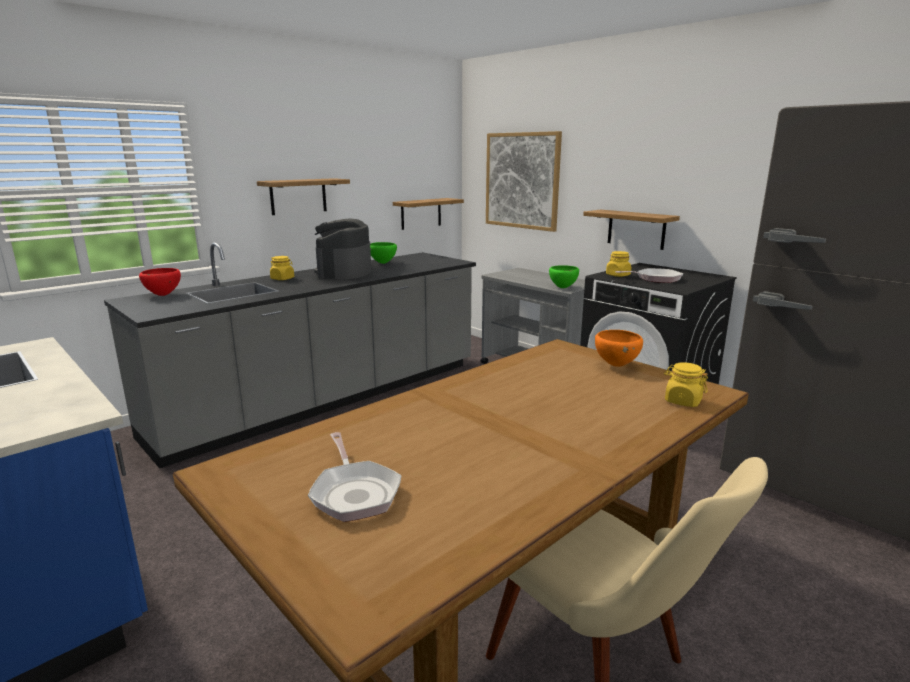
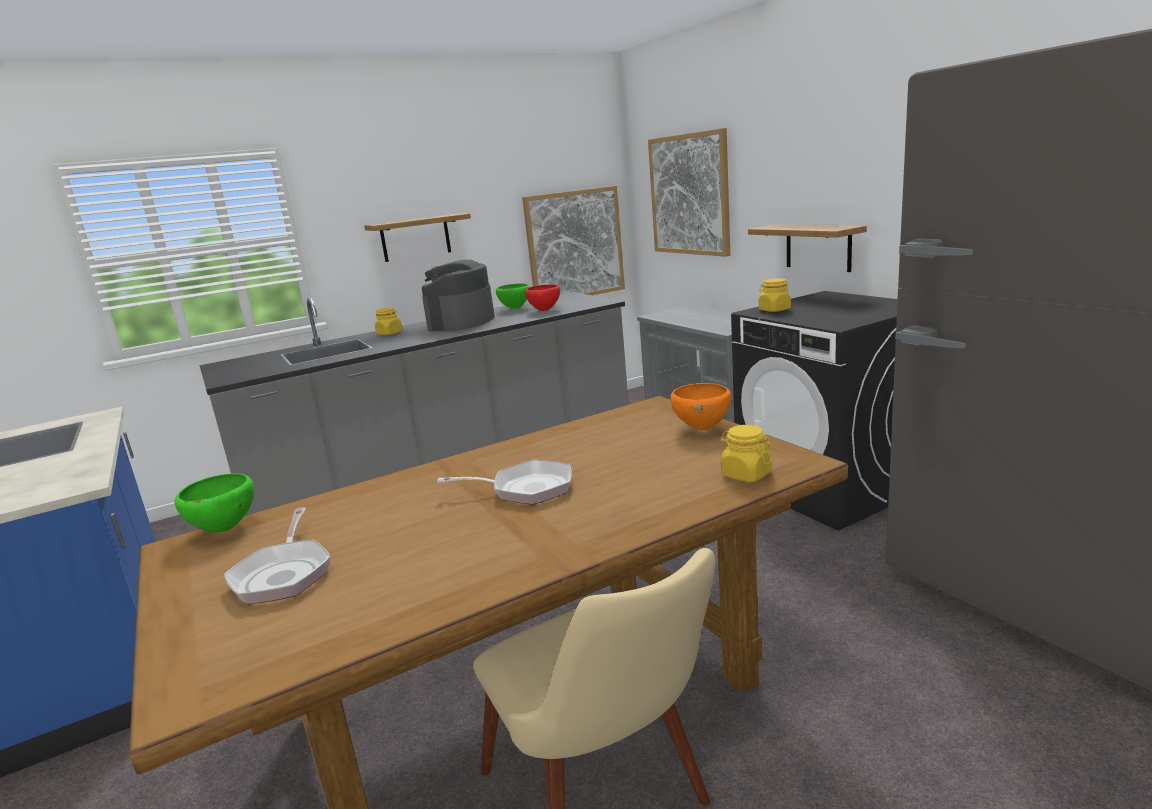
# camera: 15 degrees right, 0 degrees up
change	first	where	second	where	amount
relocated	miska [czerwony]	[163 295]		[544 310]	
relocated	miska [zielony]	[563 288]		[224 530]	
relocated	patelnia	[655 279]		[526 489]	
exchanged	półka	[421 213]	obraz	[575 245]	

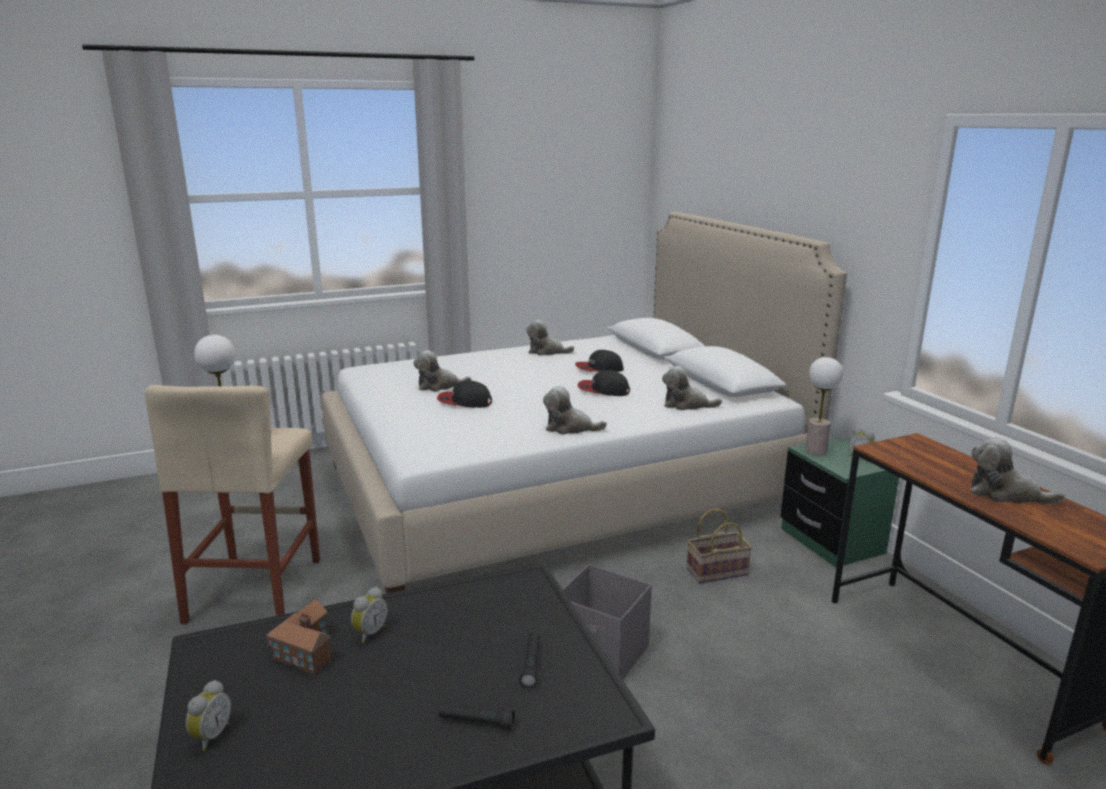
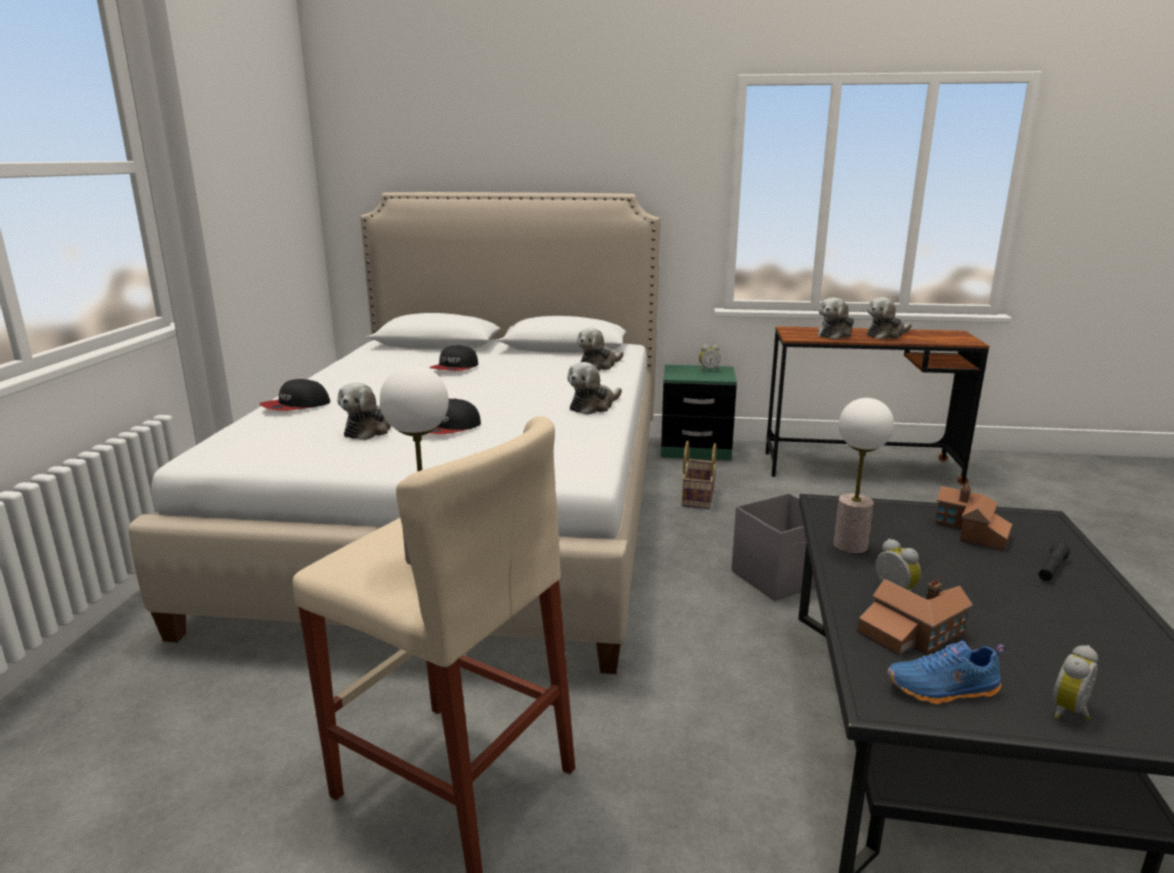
# camera: 60 degrees left, 0 degrees up
change	first	where	second	where	amount
appeared			but [niebieski]	[943 690]	
relocated	pluszak	[546 352]		[836 334]	
relocated	czapka z daszkiem	[603 390]		[295 406]	
relocated	lampa stołowa	[815 450]		[849 546]	
exchanged	latarka [czarny]	[531 665]	domek	[970 532]	
spun	budzik	[210 736]		[1072 712]	90 degrees counterclockwise

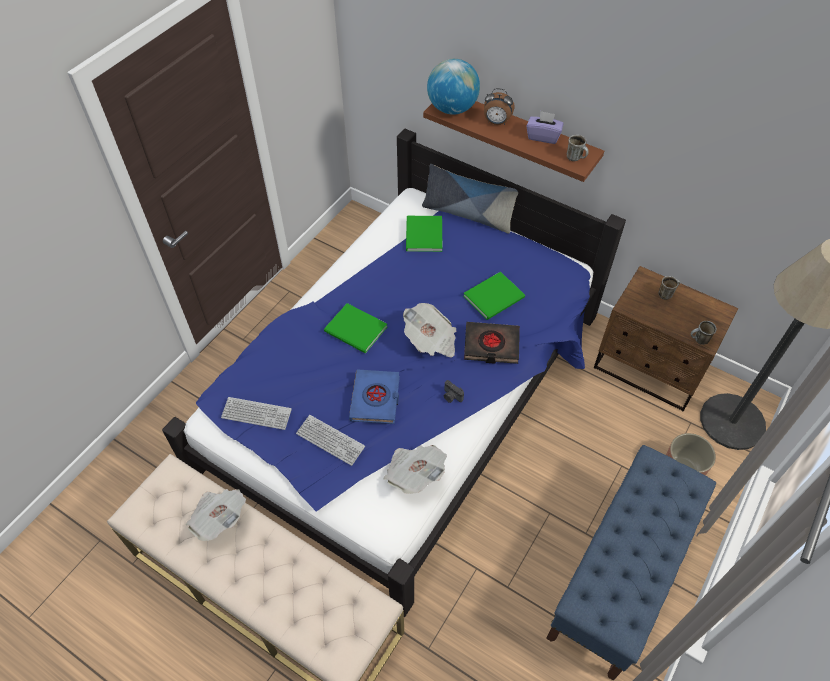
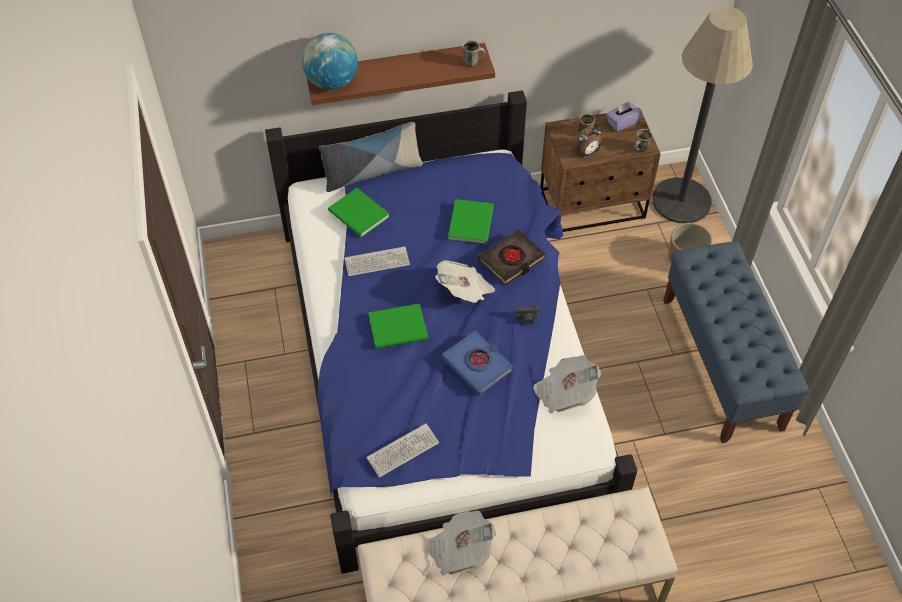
# camera: 45 degrees left, 0 degrees up
change	first	where	second	where	amount
relocated	klawiatura	[330 440]		[377 262]	
relocated	budzik	[496 122]		[587 153]	
relocated	pudełko chusteczek [fioletowy]	[543 136]		[622 123]	

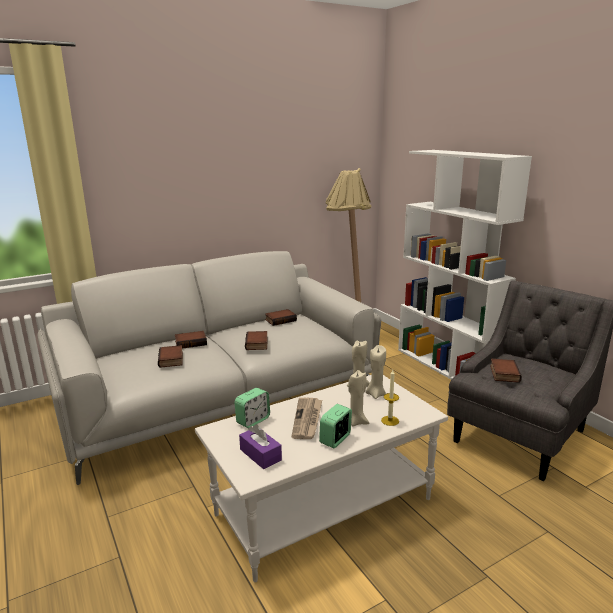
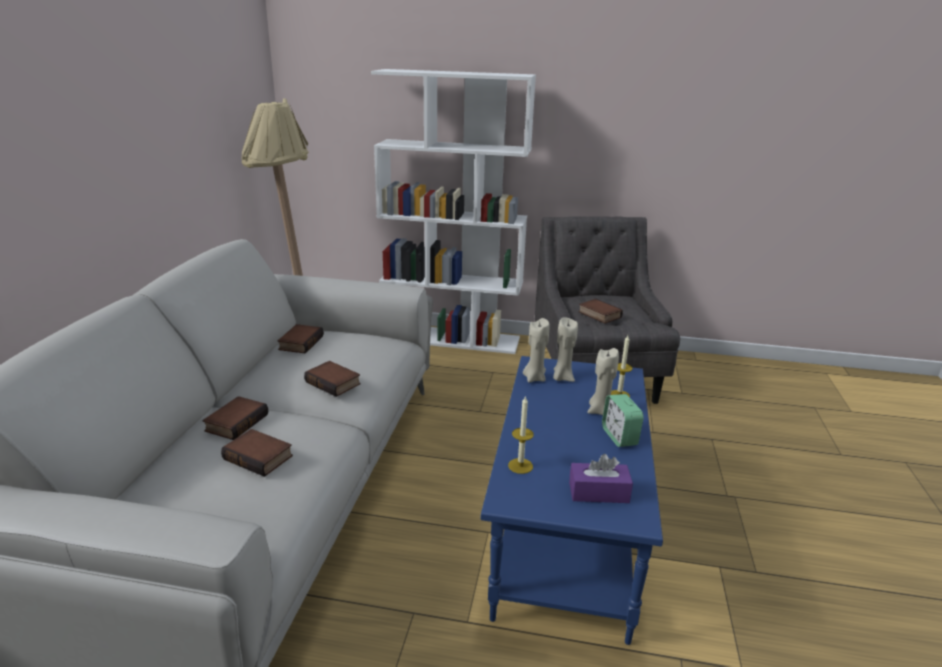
# camera: 50 degrees left, 5 degrees up
change	first	where	second	where	amount
missing	gazeta	[307 419]			
exchanged	budzik	[253 420]	świeca	[520 466]	
colour	ława [biały]	[323 505]	ława [niebieski]	[564 530]	

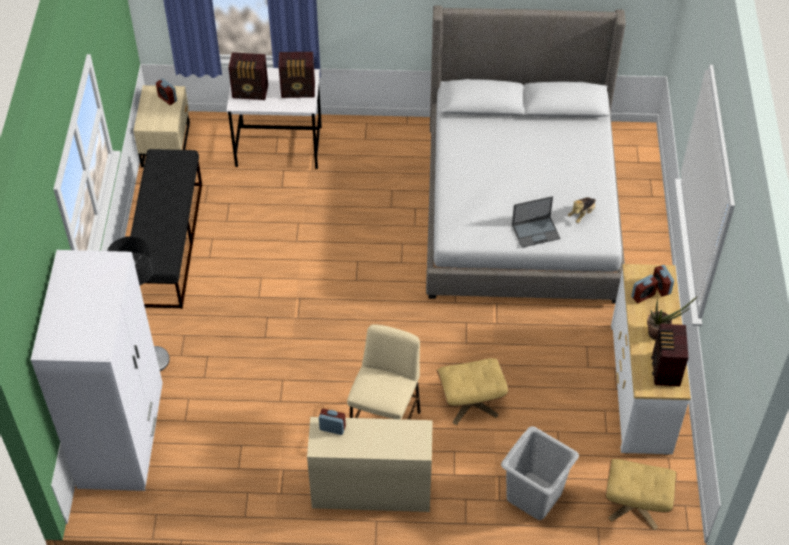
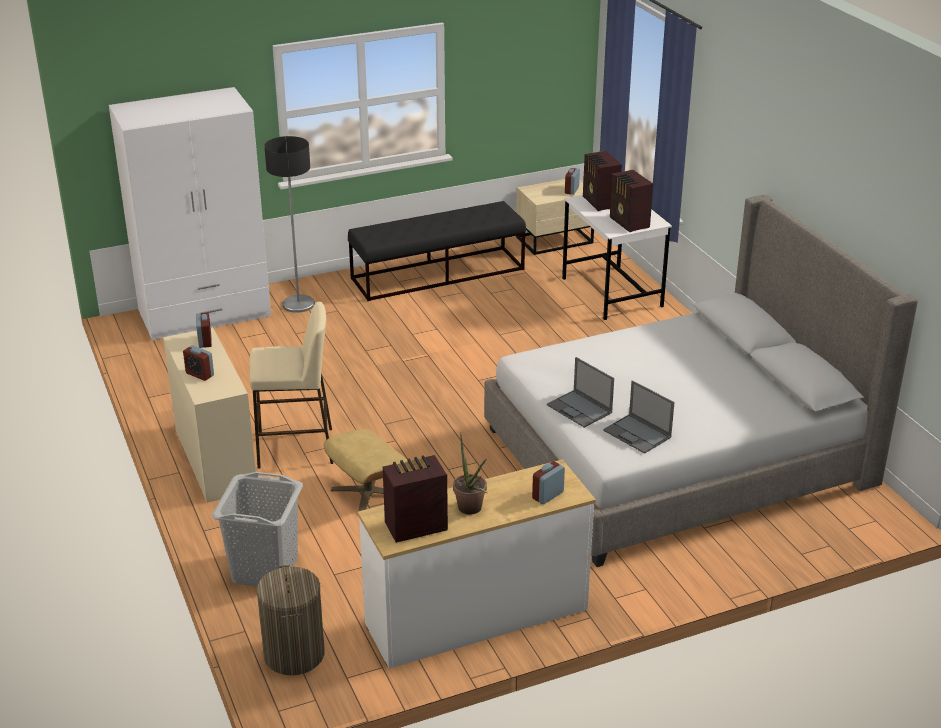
# camera: 65 degrees right, 20 degrees down
change	first	where	second	where	amount
relocated	budzik	[643 295]		[200 374]	
exchanged	pluszak	[582 214]	laptop	[638 434]	
exchanged	pufa [beżowy]	[635 504]	kosz na pranie	[294 654]	

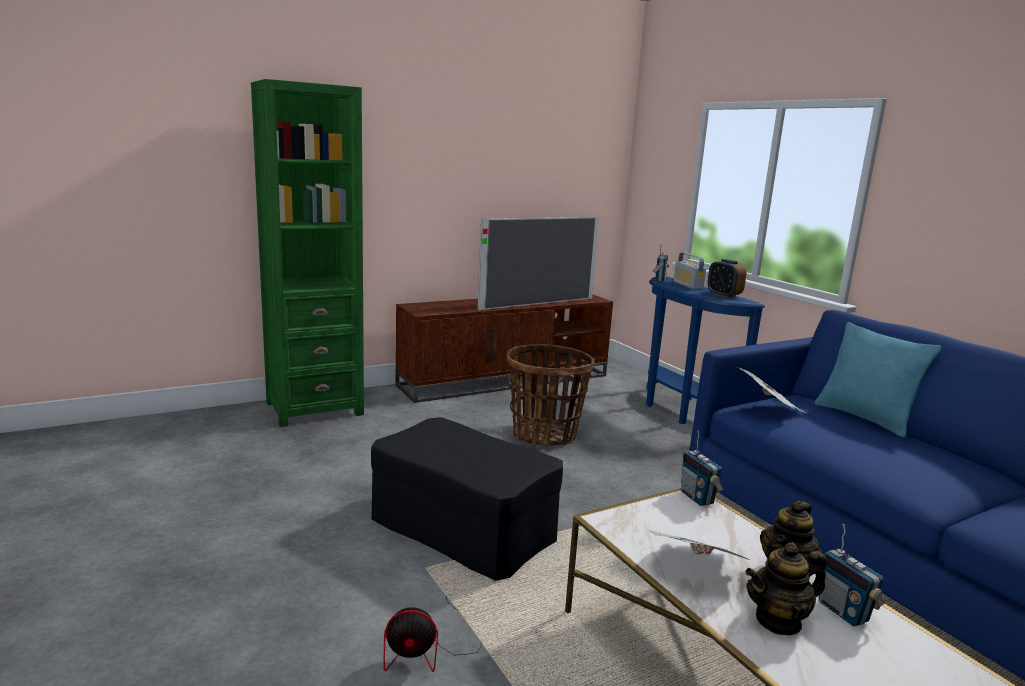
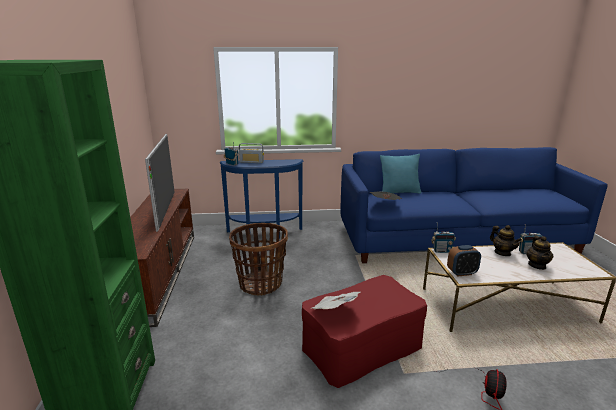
# camera: 65 degrees left, 5 degrees up
change	first	where	second	where	amount
relocated	gazeta	[696 568]		[335 311]	
relocated	budzik	[723 295]		[462 273]	
colour	pufa [czarny]	[464 527]	pufa [czerwony]	[361 346]	

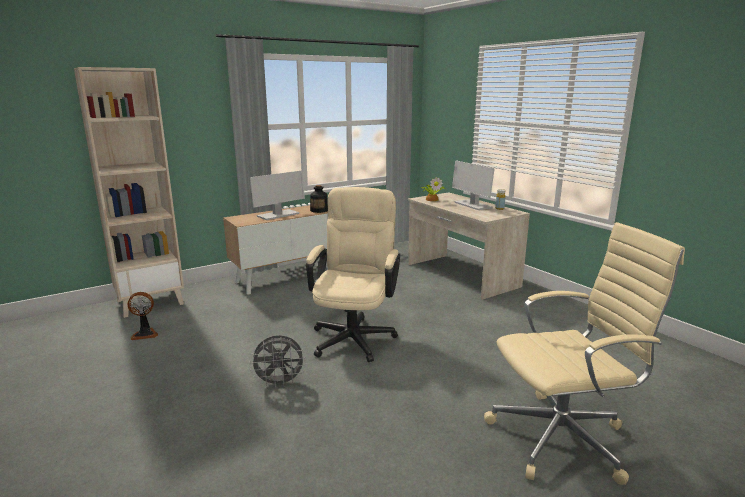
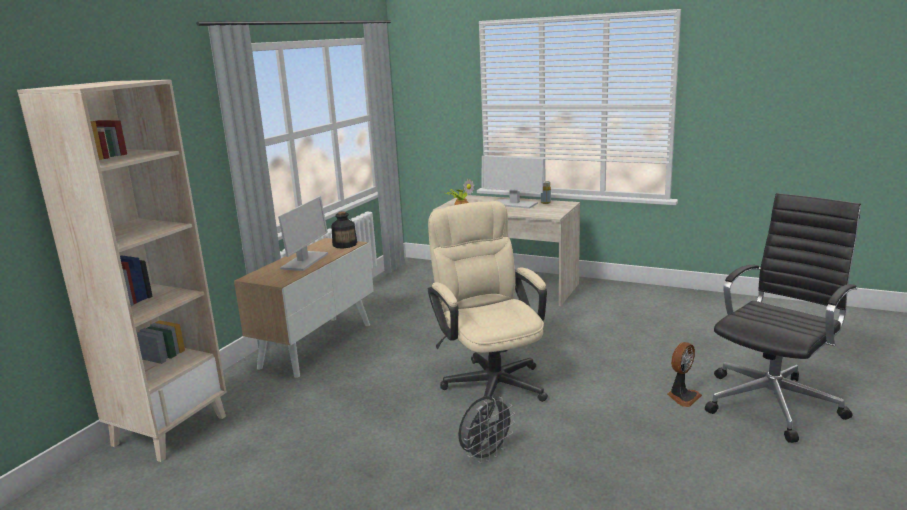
# camera: 30 degrees left, 0 degrees up
change	first	where	second	where	amount
relocated	wentylator	[145 334]		[682 396]	
colour	krzesło biurowe [beżowy]	[563 438]	krzesło biurowe [czarny]	[773 402]	

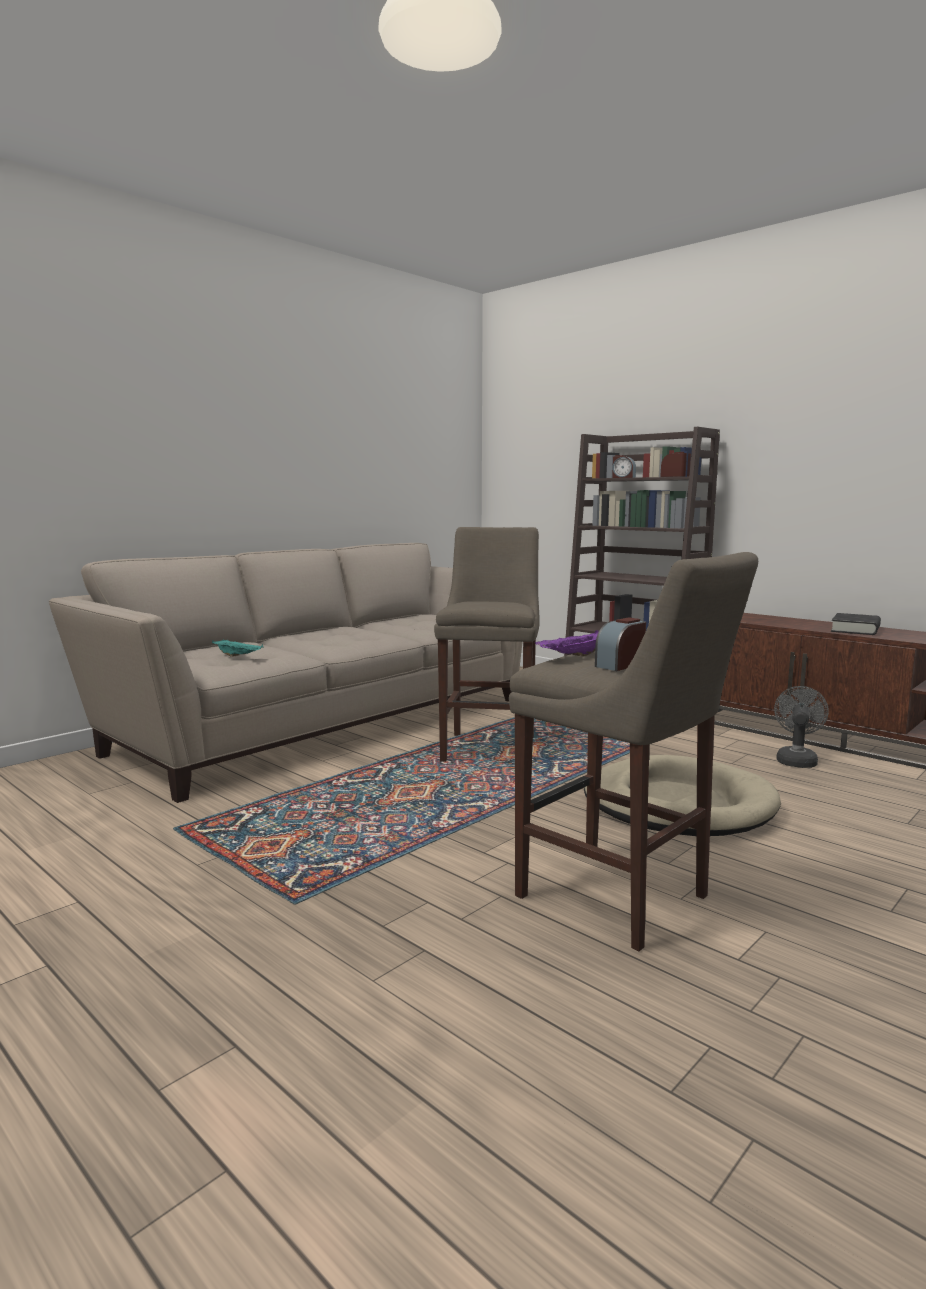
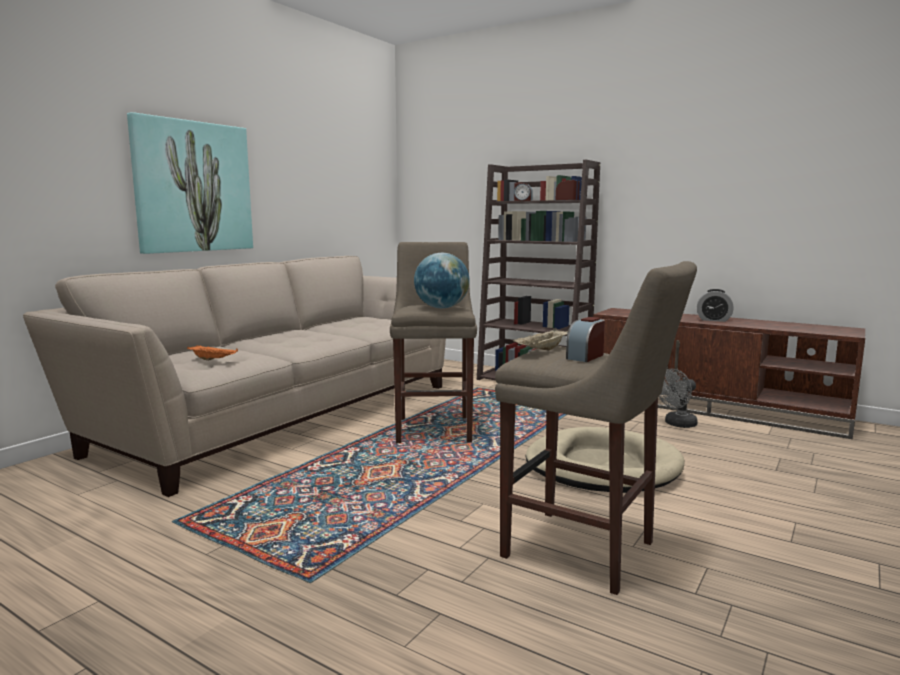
# camera: 10 degrees left, 0 degrees up
change	first	where	second	where	amount
appeared			obraz	[193 187]	
appeared			globus	[442 308]	
exchanged	książka [czarny]	[855 629]	budzik	[713 320]	
colour	taca [turkusowy]	[238 656]	taca [pomarańczowy]	[214 360]	
colour	taca [fioletowy]	[574 656]	taca [beżowy]	[542 351]	
spun	wentylator [szary]	[796 760]		[677 424]	135 degrees counterclockwise

